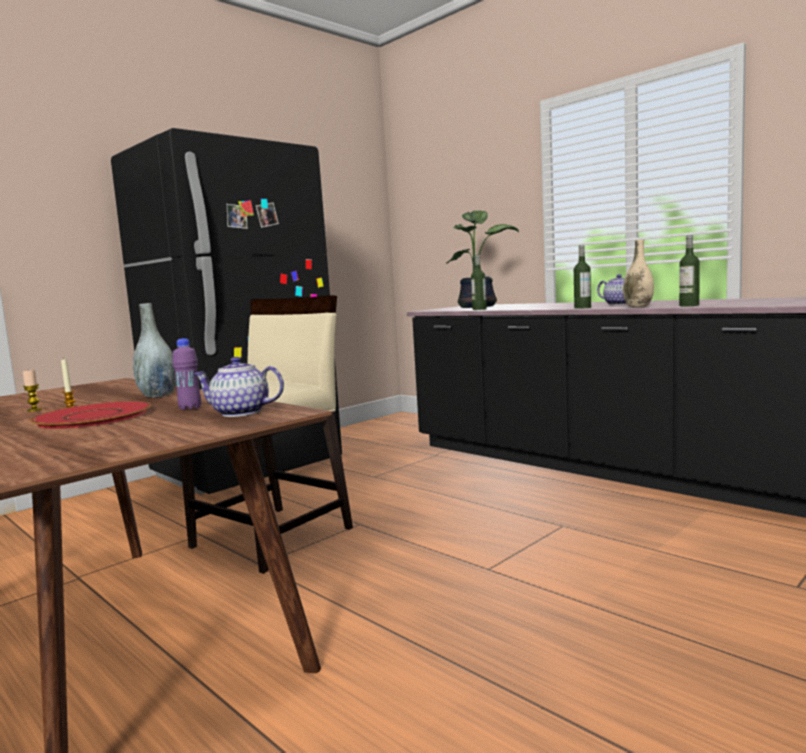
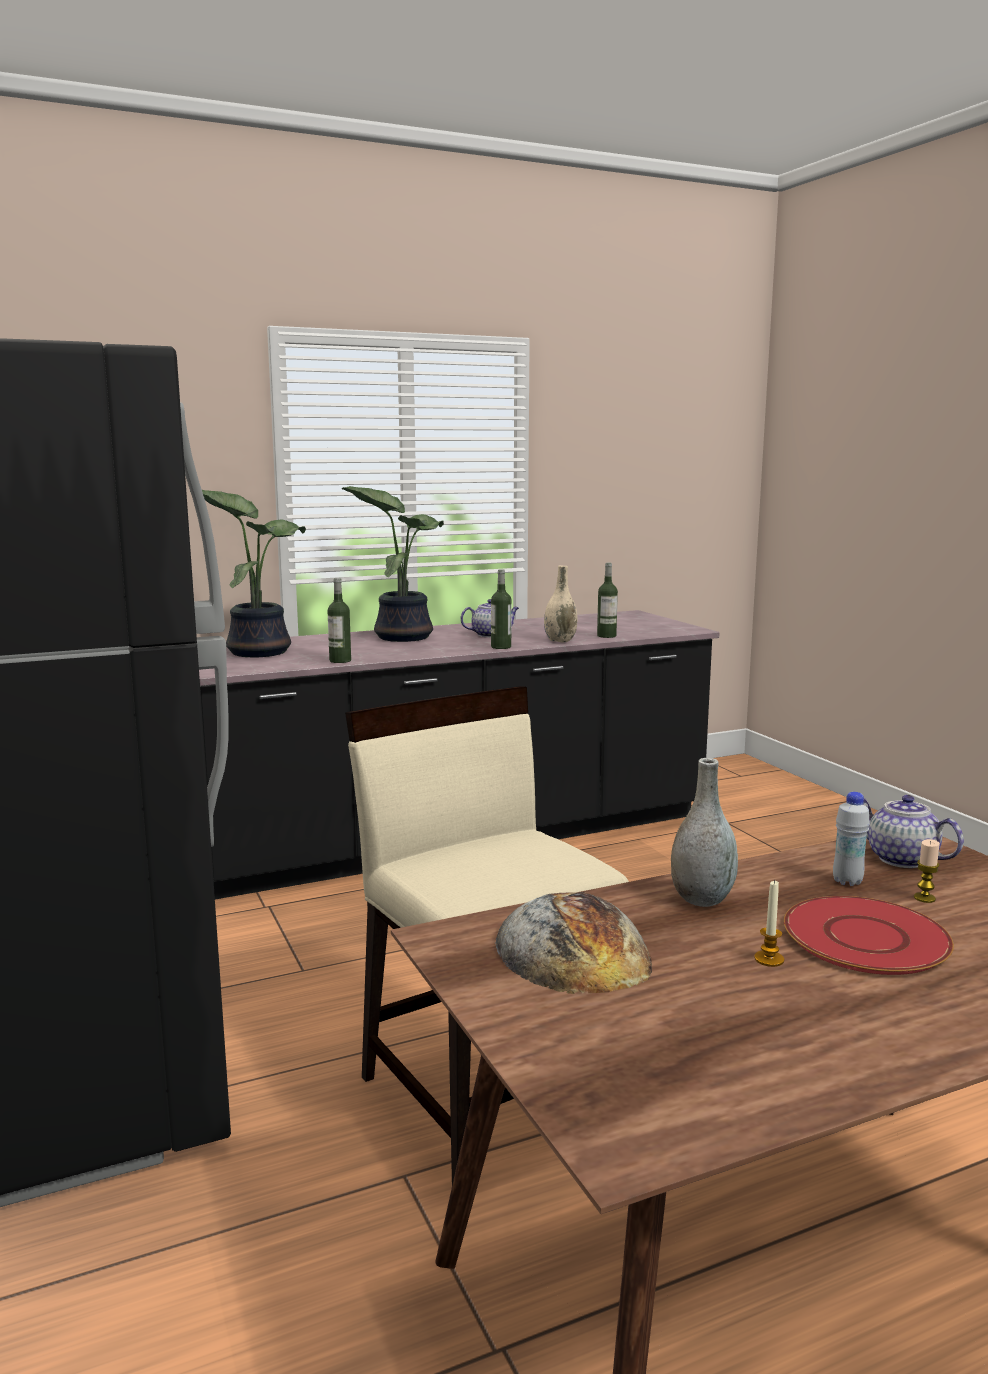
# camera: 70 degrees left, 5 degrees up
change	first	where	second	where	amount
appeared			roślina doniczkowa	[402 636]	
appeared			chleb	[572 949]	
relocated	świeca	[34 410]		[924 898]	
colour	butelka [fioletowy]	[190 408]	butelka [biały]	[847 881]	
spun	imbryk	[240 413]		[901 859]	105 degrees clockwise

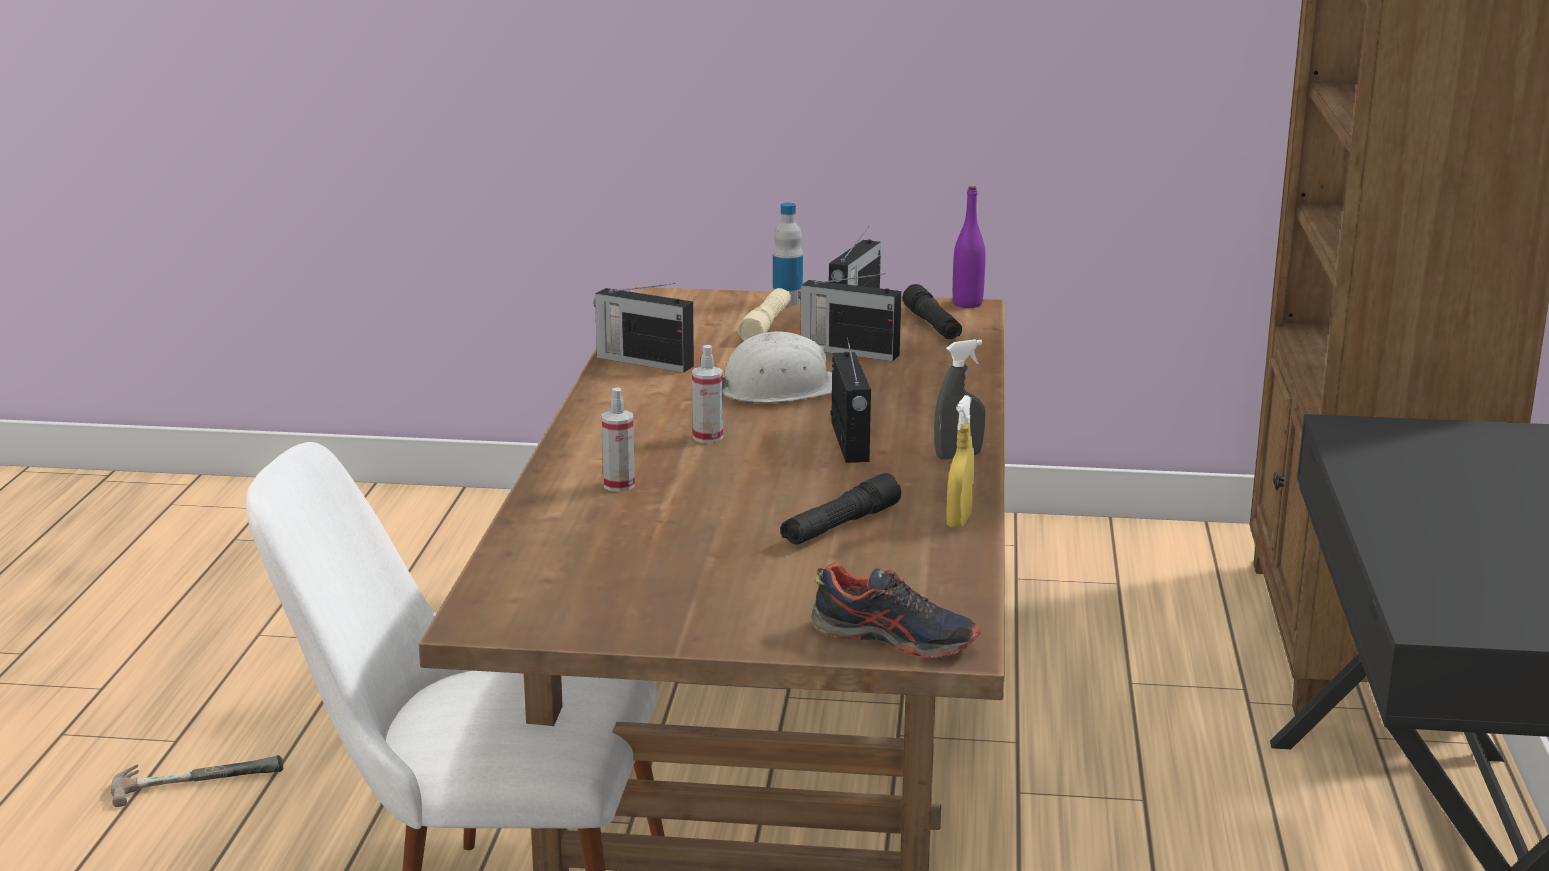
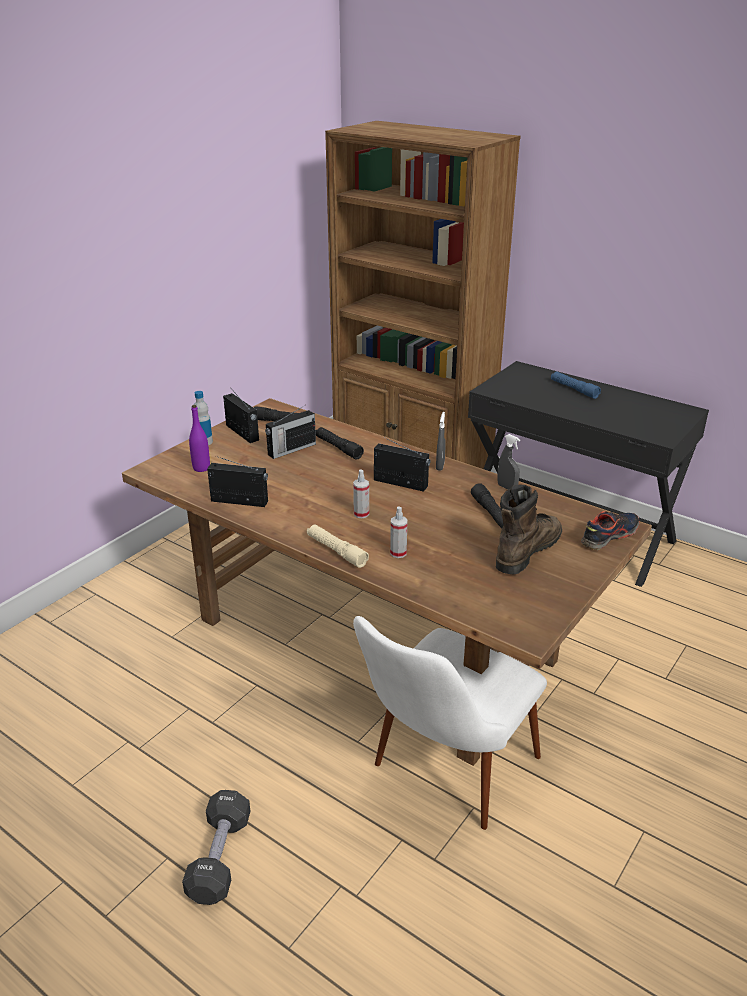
# camera: 60 degrees left, 10 degrees up
change	first	where	second	where	amount
missing	kask [biały]	[781 390]			
appeared			latarka [czarny]	[338 448]	
appeared			but z cholewką [brązowy]	[526 550]	
appeared			latarka [niebieski]	[574 389]	
relocated	latarka [beżowy]	[766 325]		[336 551]	
relocated	butelka [fioletowy]	[967 304]		[201 468]	
exchanged	młotek	[196 777]	hantel [czarny]	[220 857]	
colour	spryskiwacz [żółty]	[959 521]	spryskiwacz [szary]	[507 487]	
spun	radio	[643 361]		[240 501]	135 degrees counterclockwise

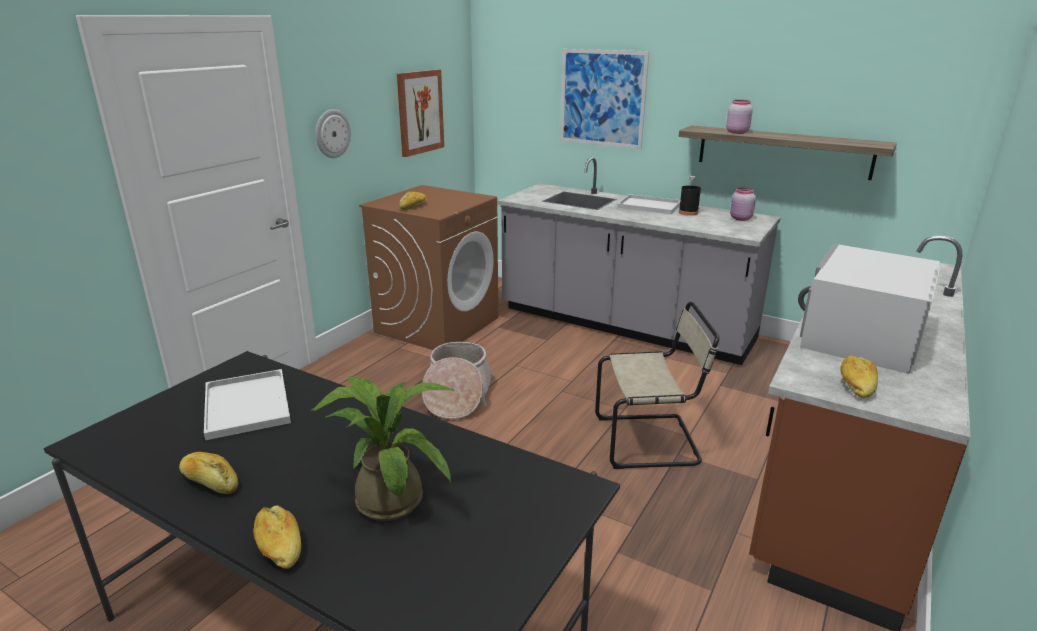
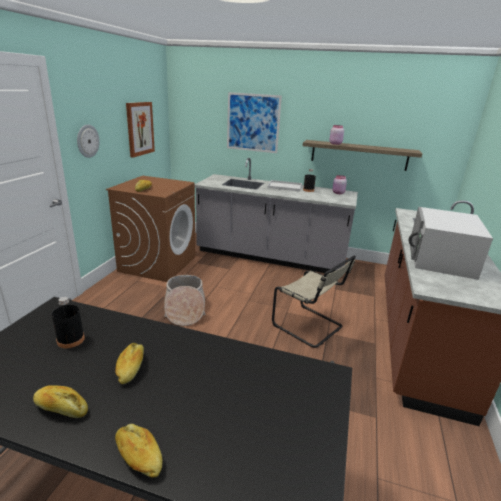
# camera: 15 degrees left, 0 degrees up
change	first	where	second	where	amount
missing	roślina doniczkowa	[389 495]			
relocated	chleb	[855 385]		[131 368]	
exchanged	taca [biały]	[248 406]	butelka [czarny]	[71 340]	
spun	krzesło [beżowy]	[650 441]		[309 327]	60 degrees clockwise

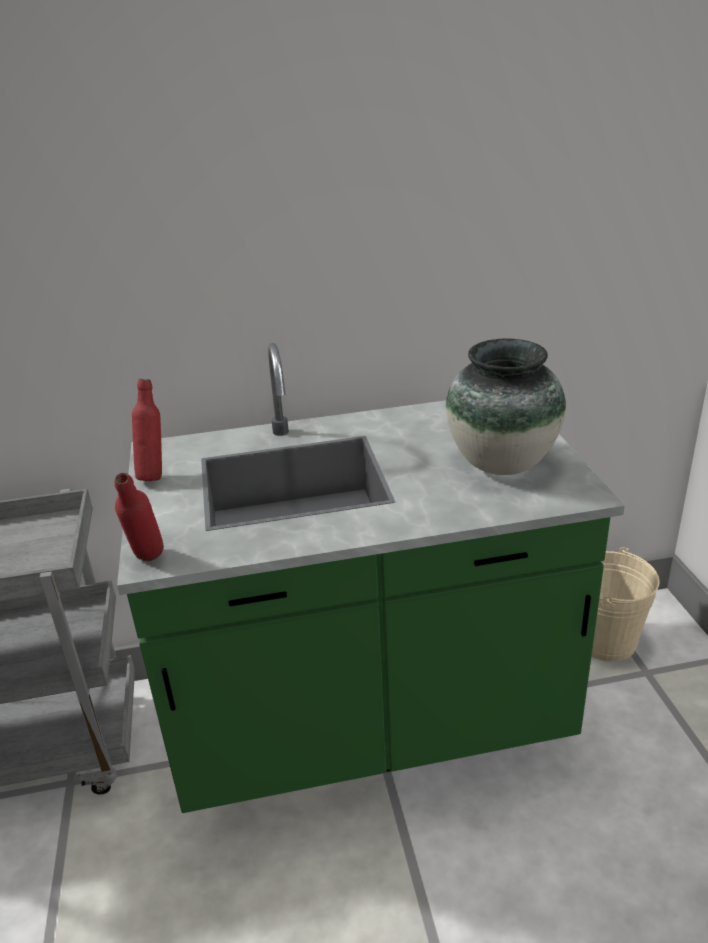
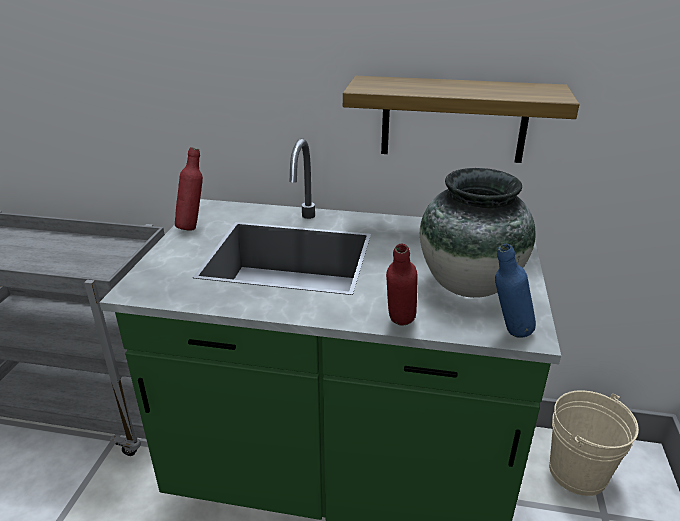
# camera: 20 degrees right, 0 degrees up
change	first	where	second	where	amount
appeared			półka	[453 119]	
appeared			butelka [niebieski]	[508 335]	
relocated	butelka [czerwony]	[148 563]		[399 327]	

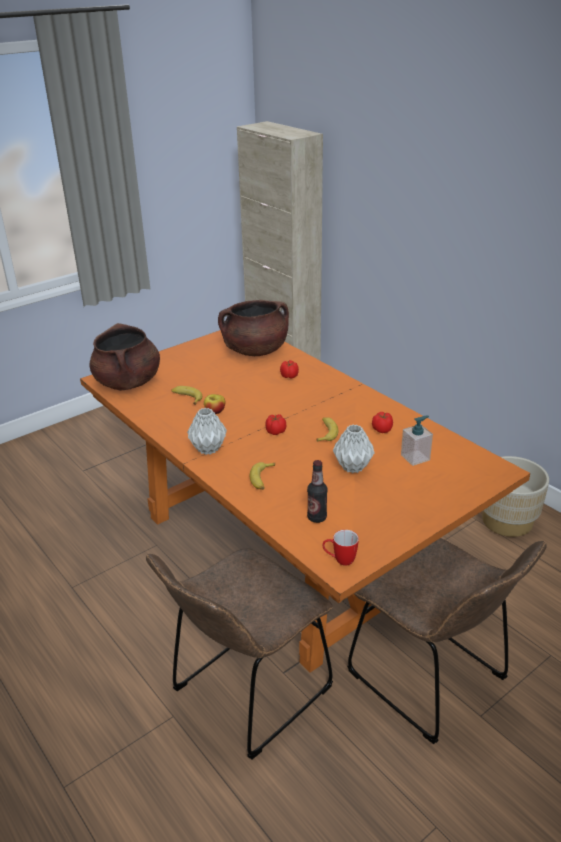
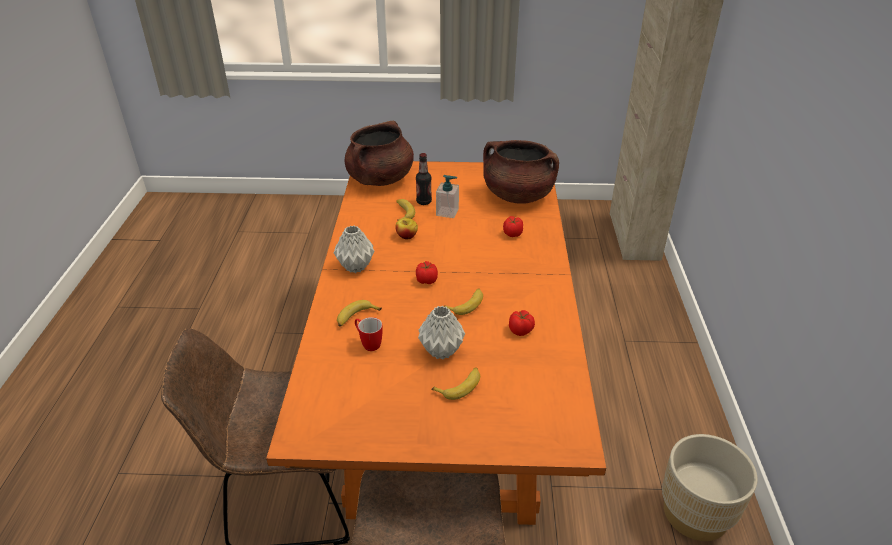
# camera: 40 degrees right, 5 degrees up
change	first	where	second	where	amount
appeared			banan	[460 386]	
relocated	butelka	[317 517]		[424 202]	
relocated	kubek	[339 560]		[368 343]	
relocated	dozownik mydła	[415 457]		[447 212]	

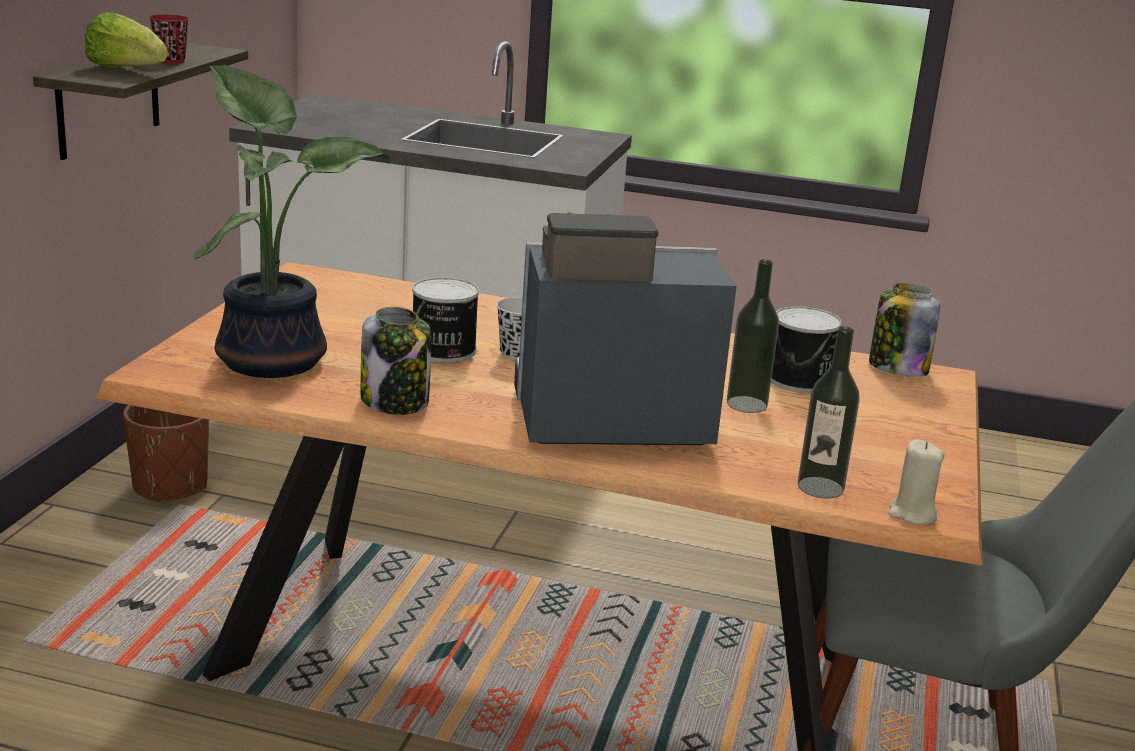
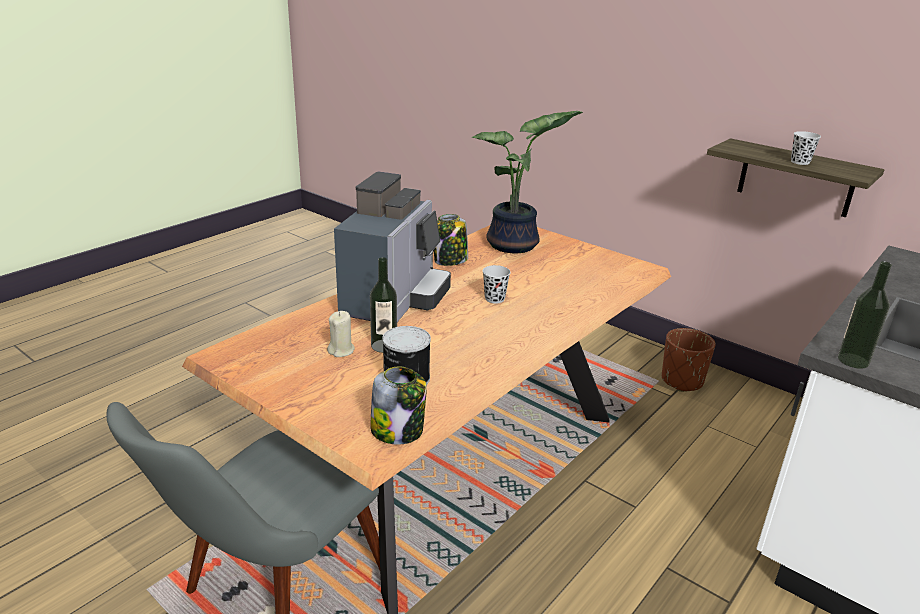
# camera: 115 degrees right, 5 degrees up
change	first	where	second	where	amount
missing	sałata	[126 69]			
missing	puszka	[442 350]			
relocated	butelka	[820 487]		[853 360]	
relocated	świeca [beżowy]	[912 514]		[341 350]	
colour	filiżanka [czerwony]	[171 61]	filiżanka [czarny]	[800 162]	

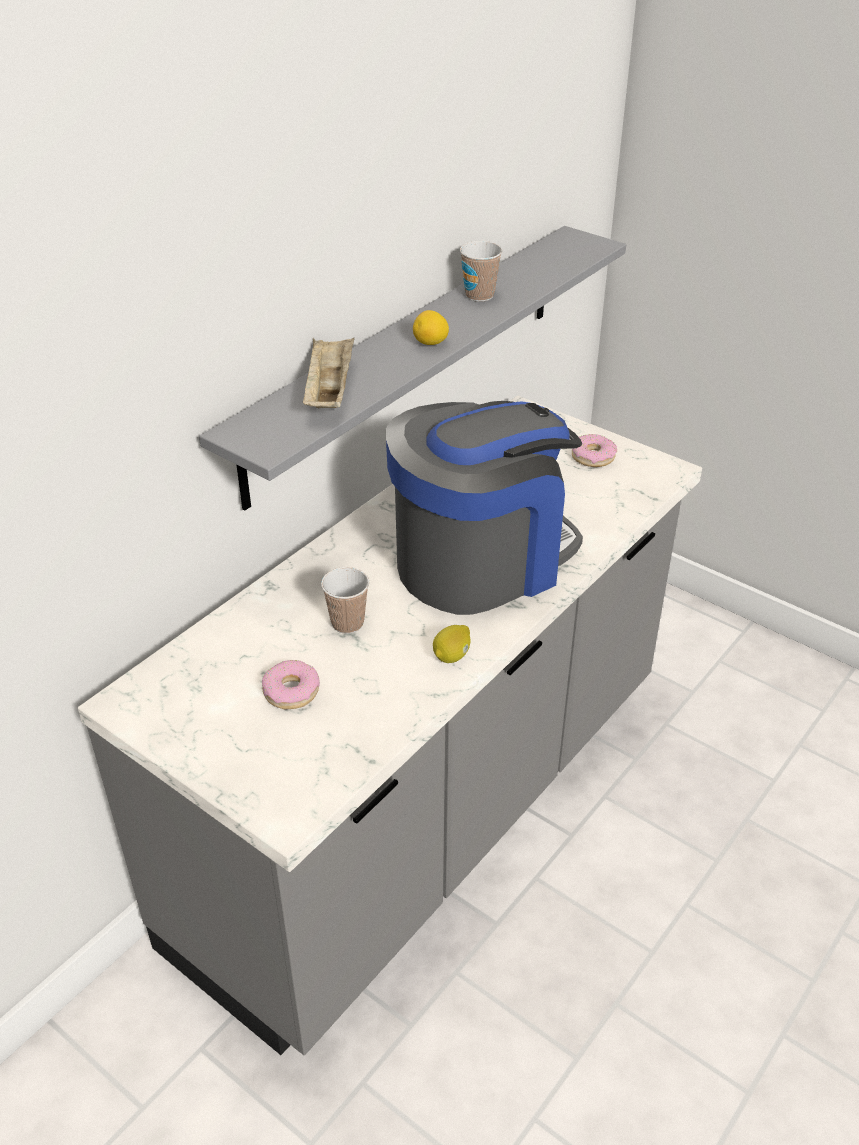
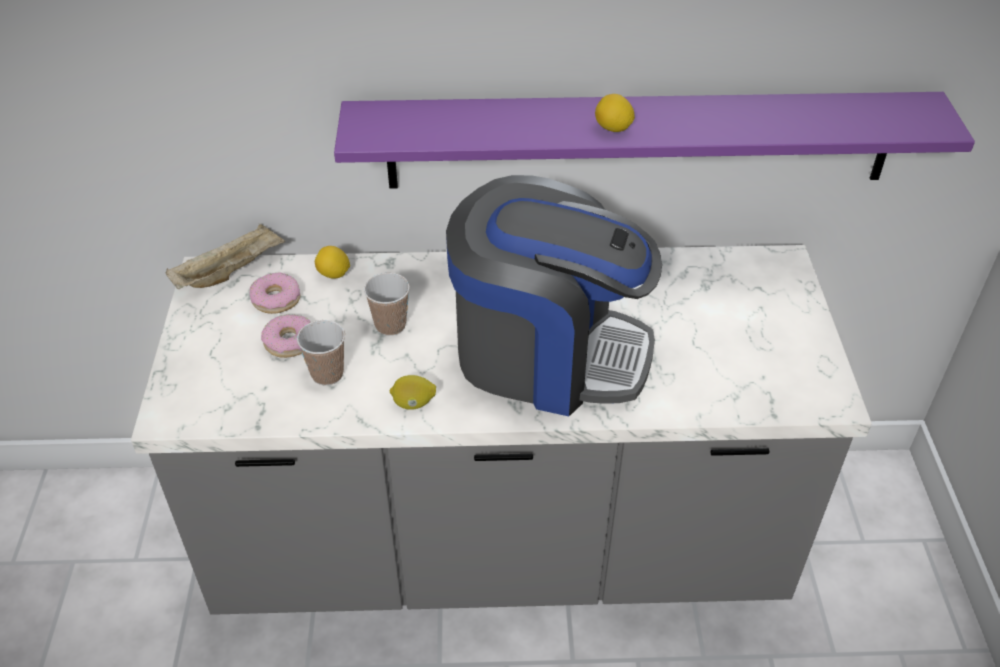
# camera: 50 degrees right, 5 degrees up
change	first	where	second	where	amount
appeared			cytryna	[333 274]	
relocated	taca [beżowy]	[329 391]		[230 271]	
relocated	filiżanka	[479 295]		[327 374]	
relocated	donut	[593 457]		[276 299]	
colour	półka [szary]	[409 358]	półka [fioletowy]	[639 140]	

